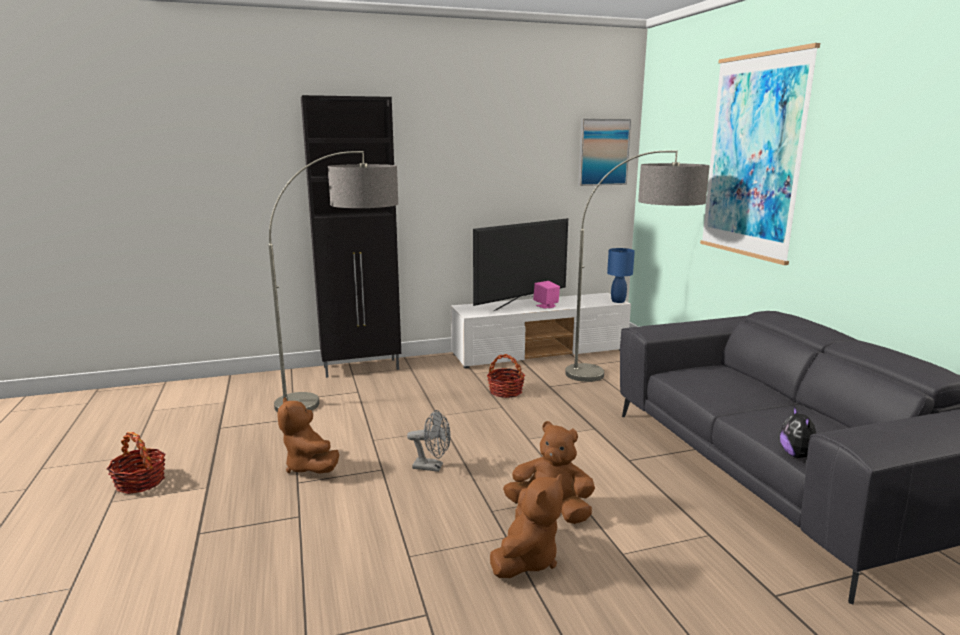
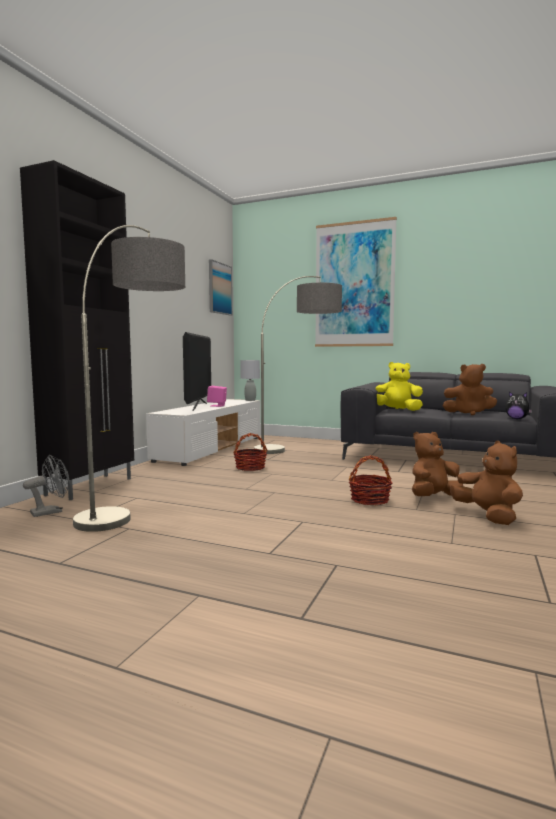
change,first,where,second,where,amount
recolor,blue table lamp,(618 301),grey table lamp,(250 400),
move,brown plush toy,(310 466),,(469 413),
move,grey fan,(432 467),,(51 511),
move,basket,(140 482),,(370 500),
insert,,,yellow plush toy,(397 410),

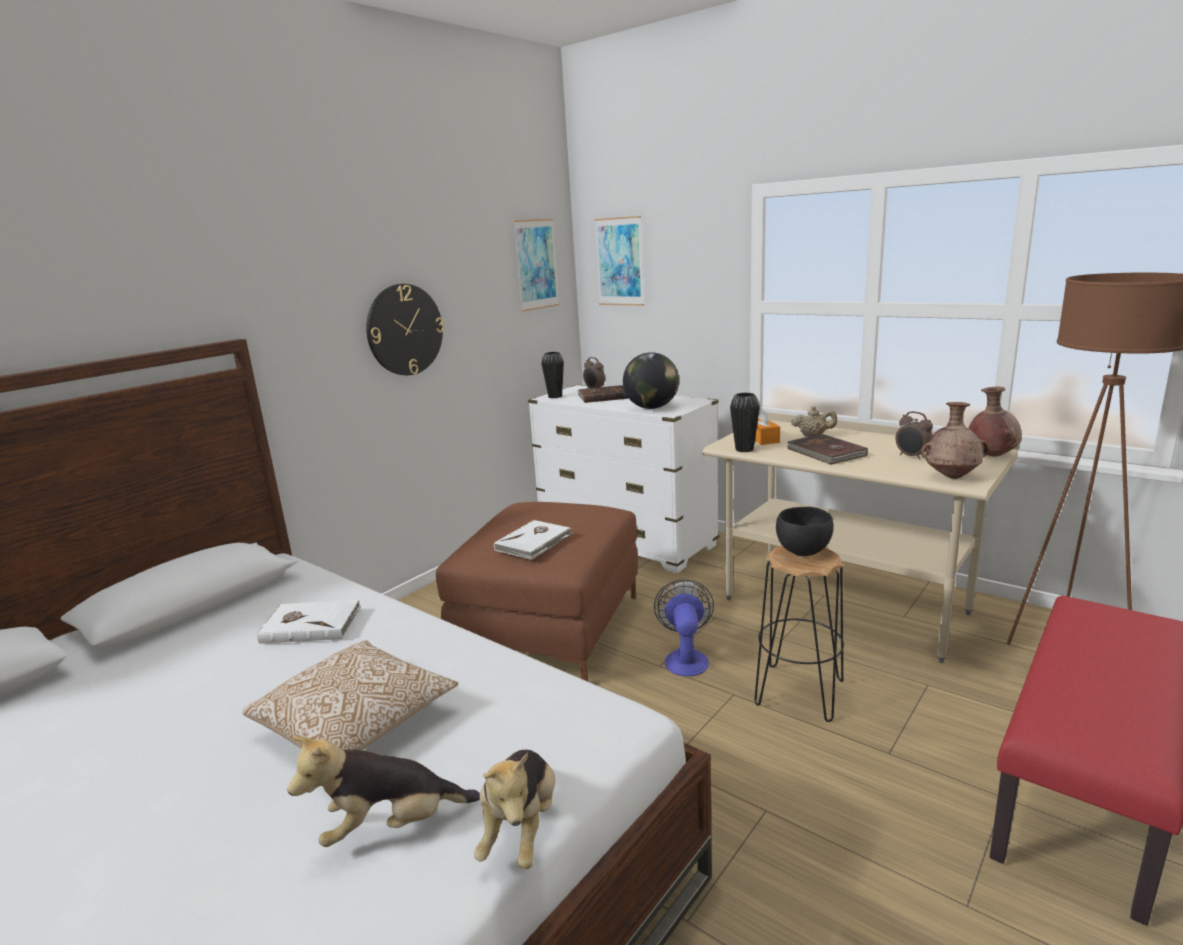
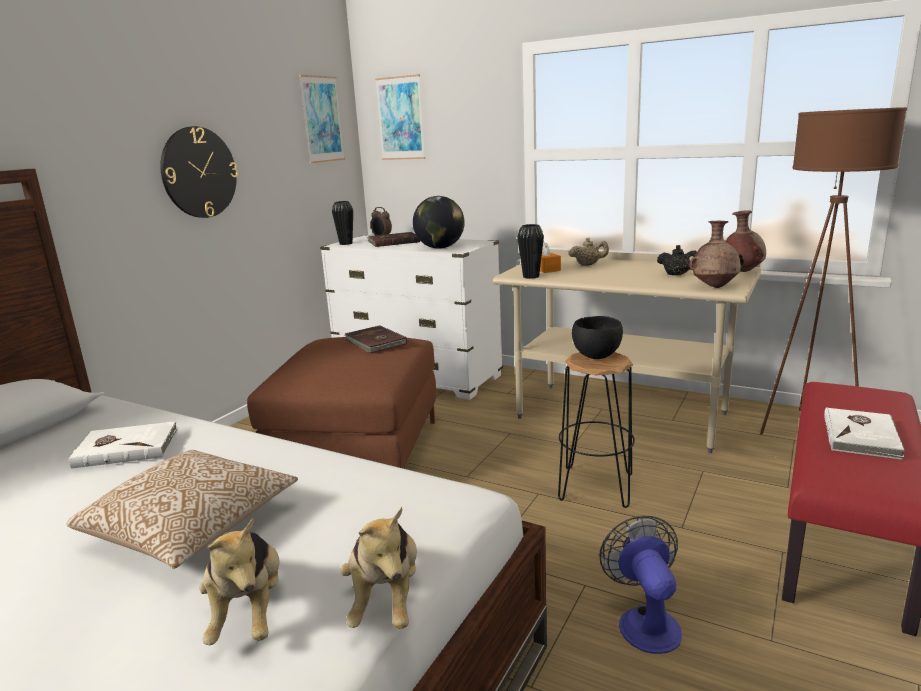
change,first,where,second,where,amount
replace,alarm clock,(912 457),black teapot,(677 275),
move,brown book,(825 453),,(375 342),
move,white book,(534 542),,(862 436),
move,fan,(685 658),,(645 621),
rotate,plush toy,(391 827),,(249 613),75 degrees counterclockwise

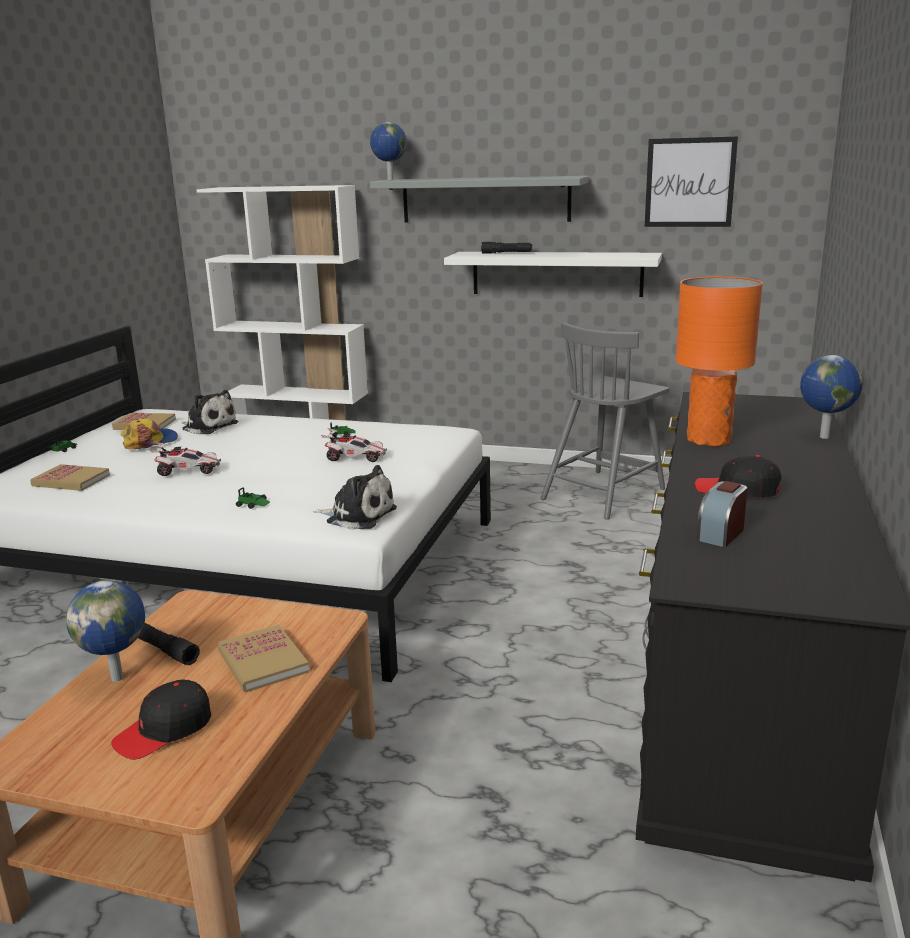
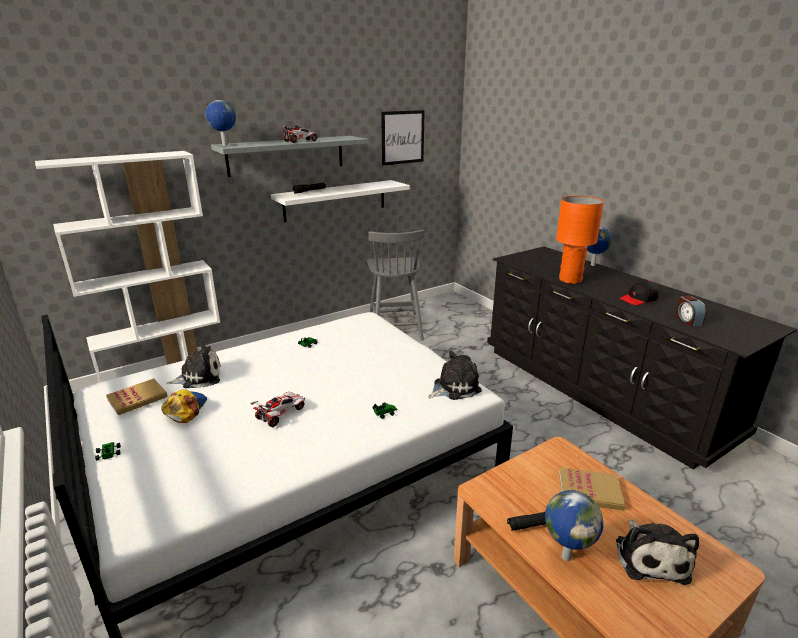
change,first,where,second,where,amount
move,toy car,(355 458),,(300 141),
delete,book,(71 480),,,
replace,black cap,(164 730),plush toy,(650 557),

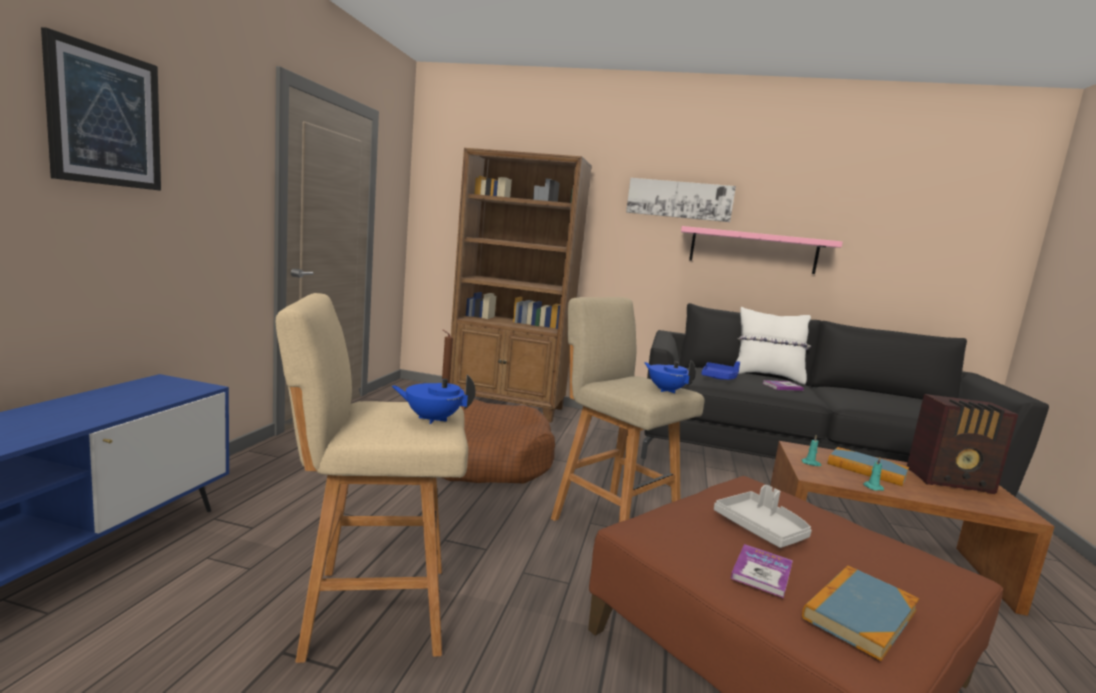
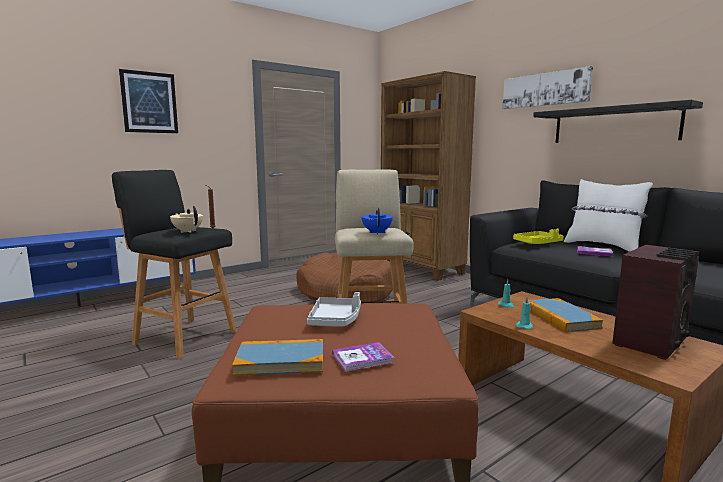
change,first,where,second,where,amount
recolor,pink shelf,(753 250),black shelf,(614 125),
recolor,beige stool,(371 610),black stool,(183 337),
recolor,blue tray,(719 378),yellow tray,(538 243),
recolor,blue teapot,(432 419),beige teapot,(188 231),
rotate,radio,(951 481),,(652 342),90 degrees counterclockwise
move,book,(761 572),,(362 358),

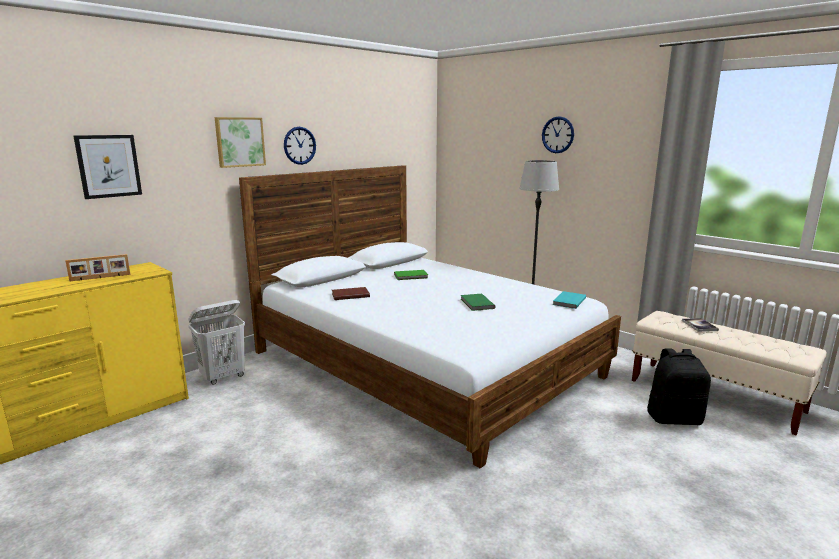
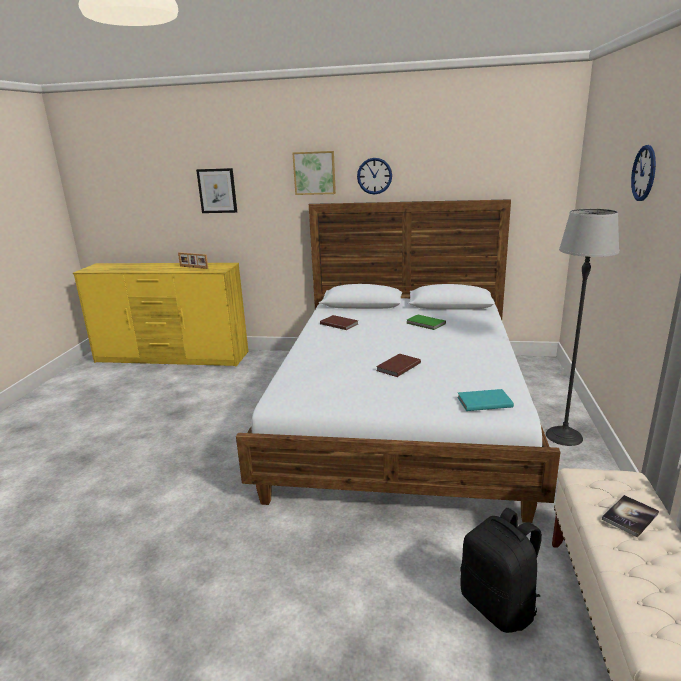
change,first,where,second,where,amount
recolor,green book,(476 304),brown book,(397 367),
delete,white laundry basket,(223 377),,,

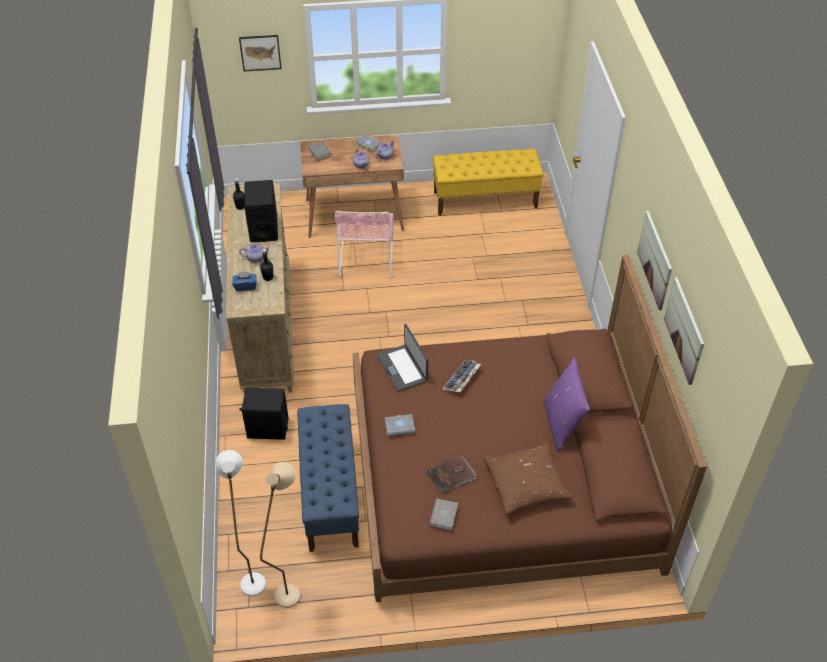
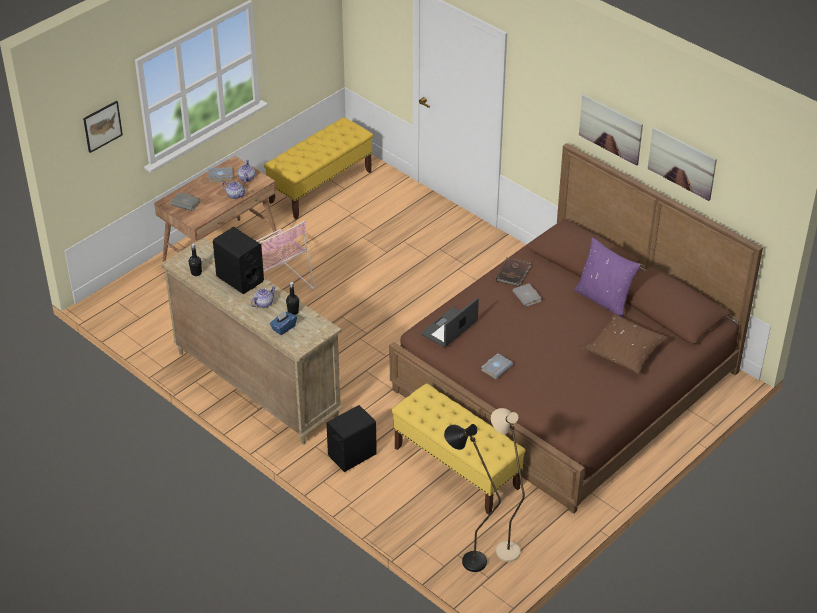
change,first,where,second,where,amount
rotate,laptop,(402 368),,(450 328),105 degrees clockwise
delete,keyboard,(462 380),,,
recolor,blue bench,(330 494),yellow bench,(457 468),
recolor,white floor lamp,(251 576),black floor lamp,(466 557),
move,brown book,(452 475),,(513 273),
move,grey book,(444 517),,(528 297),

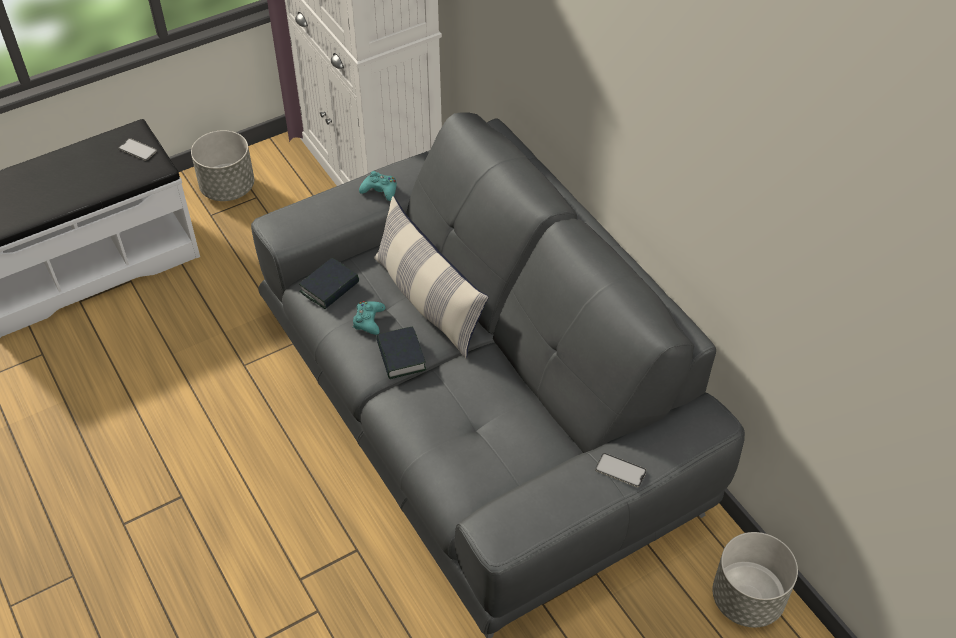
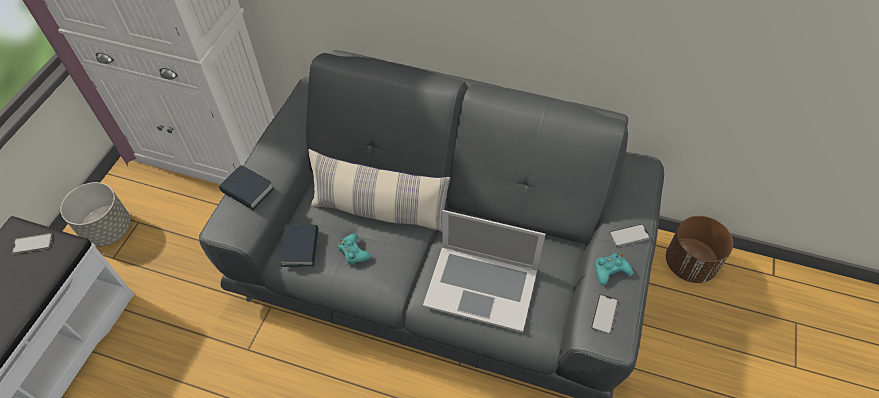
change,first,where,second,where,amount
move,turquoise game controller,(380 190),,(610 271),
move,book,(401 356),,(247 191),
recolor,grey planter,(747 599),brown planter,(690 264),
insert,,,laptop,(481 286),
insert,,,phone,(604 314),

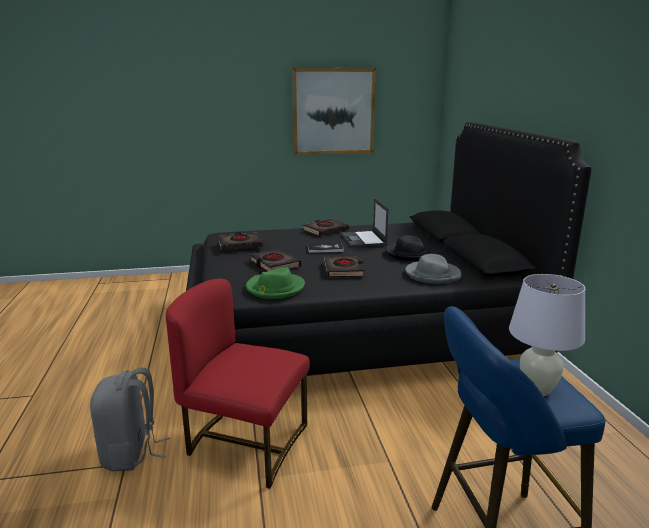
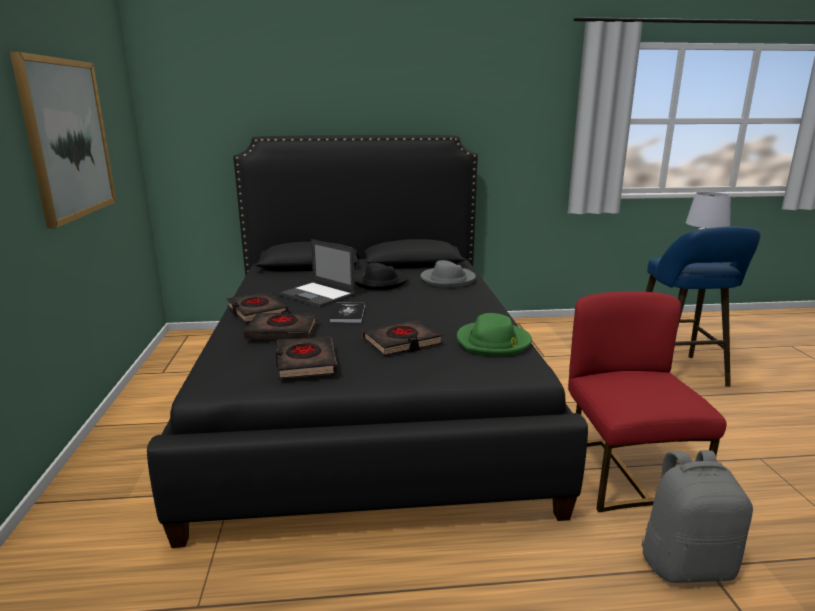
change,first,where,second,where,amount
rotate,laptop,(363 240),,(318 295),45 degrees clockwise
move,black book,(343 270),,(282 331),
rotate,red chair,(245 444),,(626 473),150 degrees clockwise

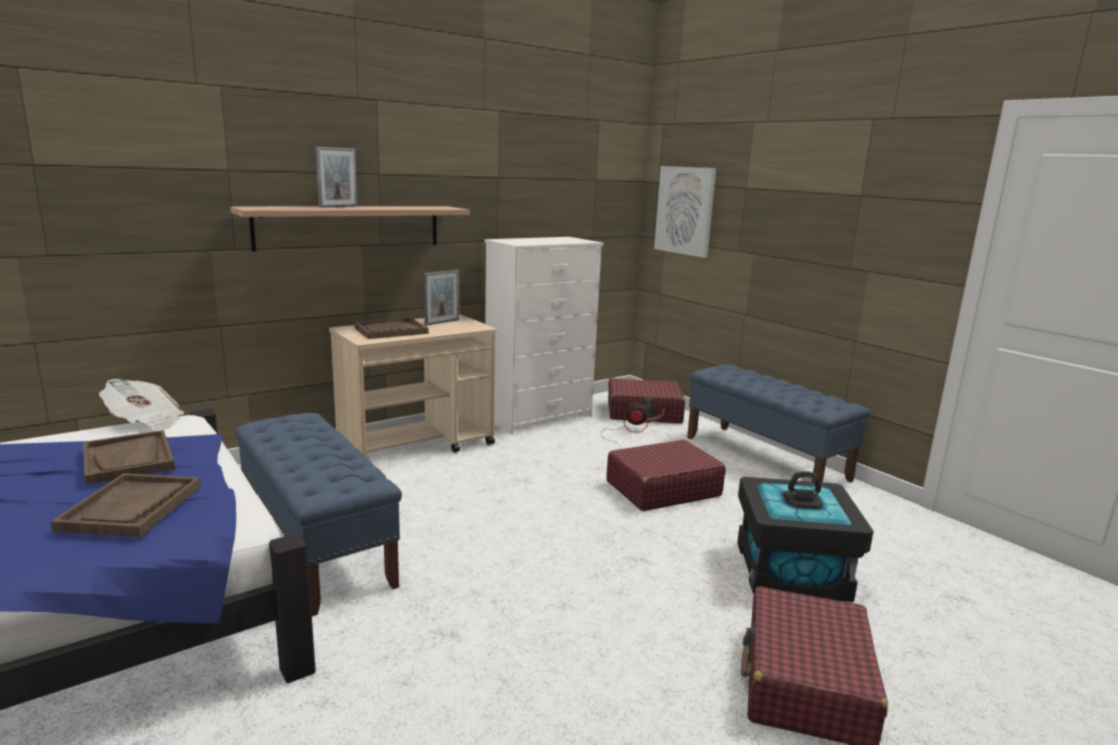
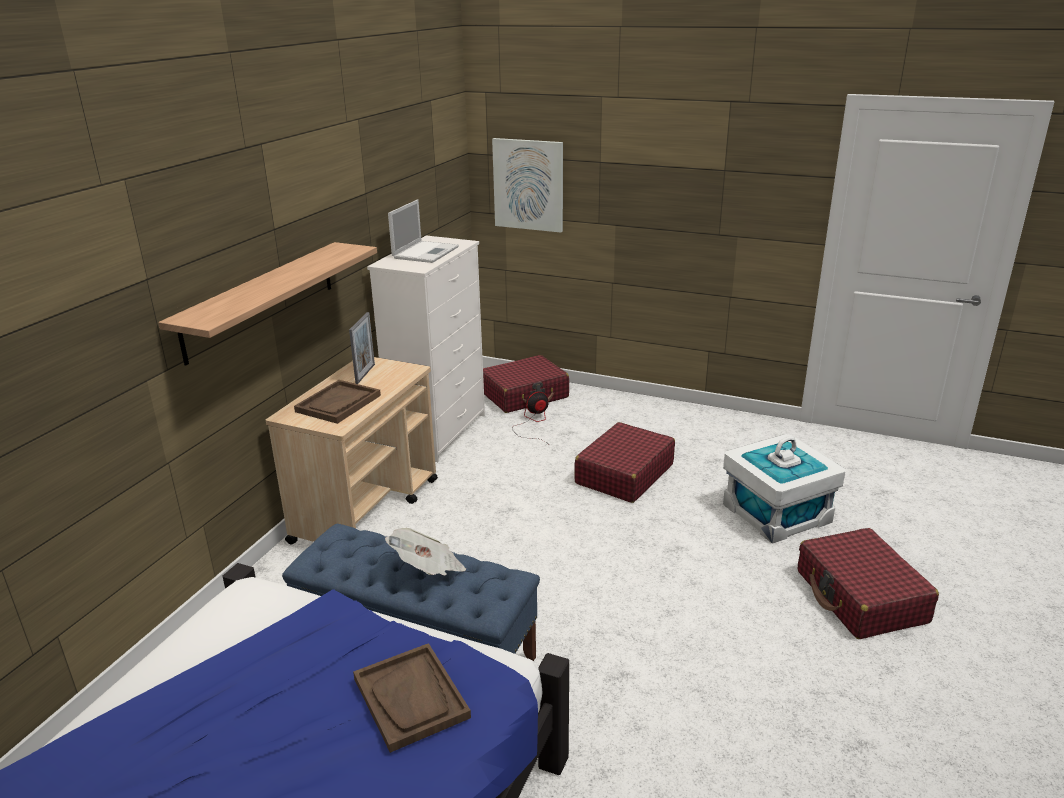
change,first,where,second,where,amount
delete,picture frame,(338 207),,,
delete,blue bench,(765 458),,,
move,newspaper,(145 422),,(428 569),
delete,brown tray,(128 459),,,
recolor,black storage box,(791 571),white storage box,(777 513),
insert,,,laptop,(426 252),

